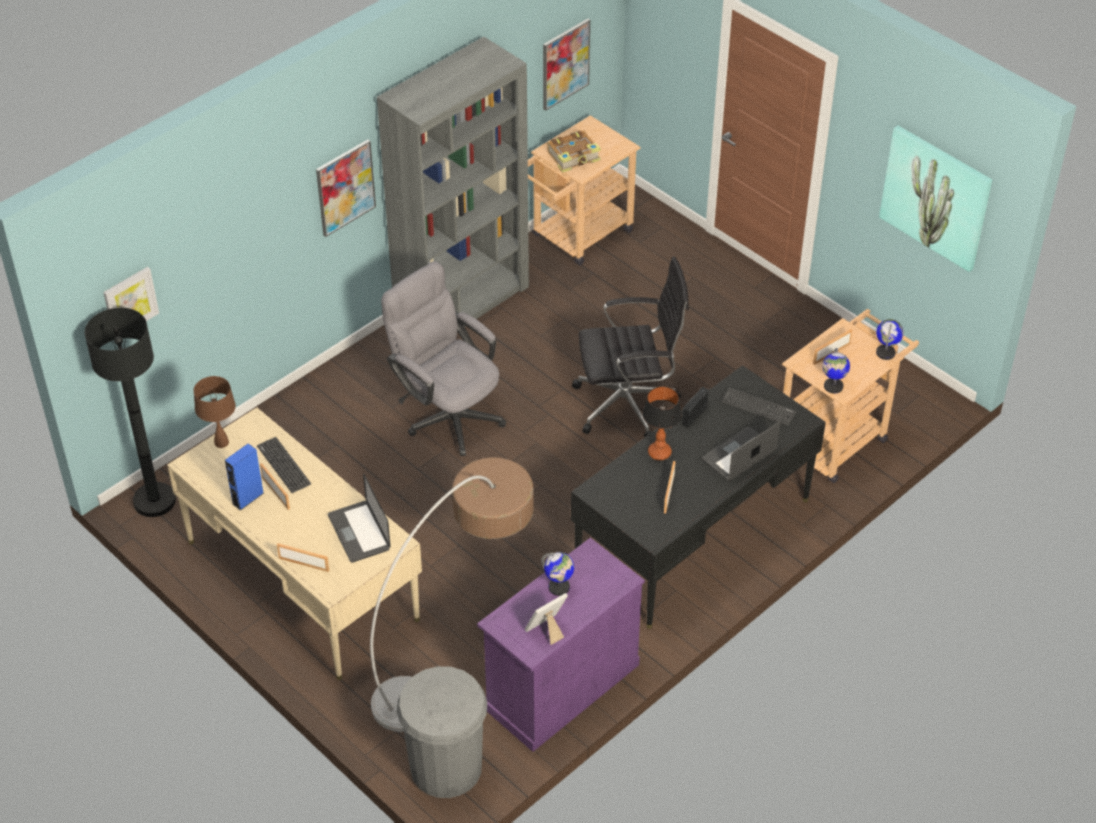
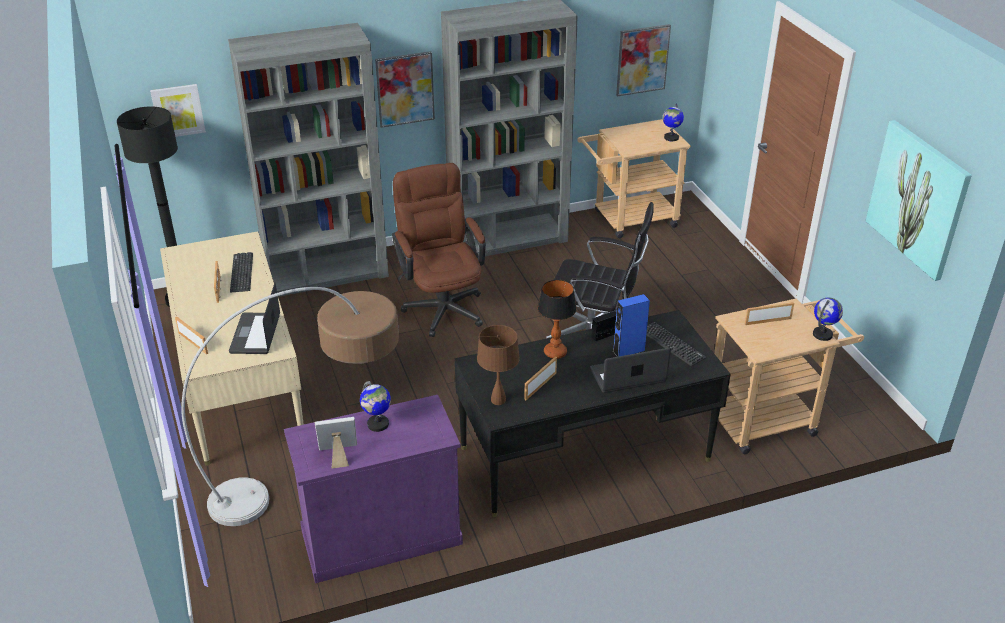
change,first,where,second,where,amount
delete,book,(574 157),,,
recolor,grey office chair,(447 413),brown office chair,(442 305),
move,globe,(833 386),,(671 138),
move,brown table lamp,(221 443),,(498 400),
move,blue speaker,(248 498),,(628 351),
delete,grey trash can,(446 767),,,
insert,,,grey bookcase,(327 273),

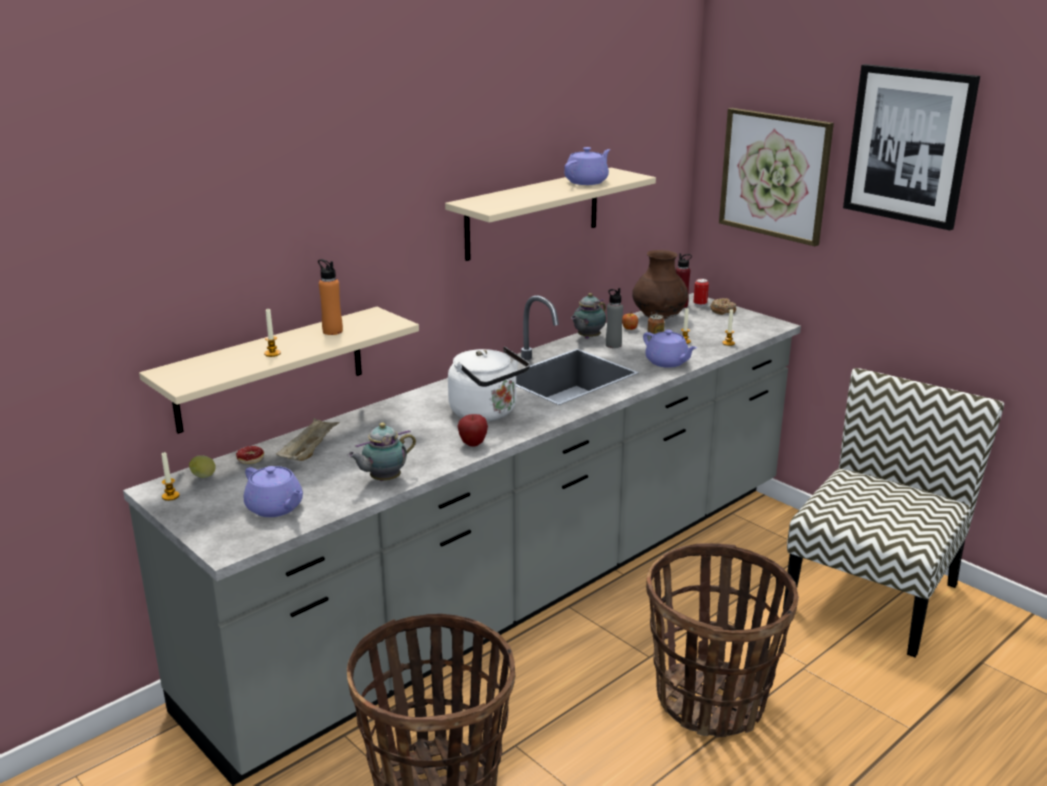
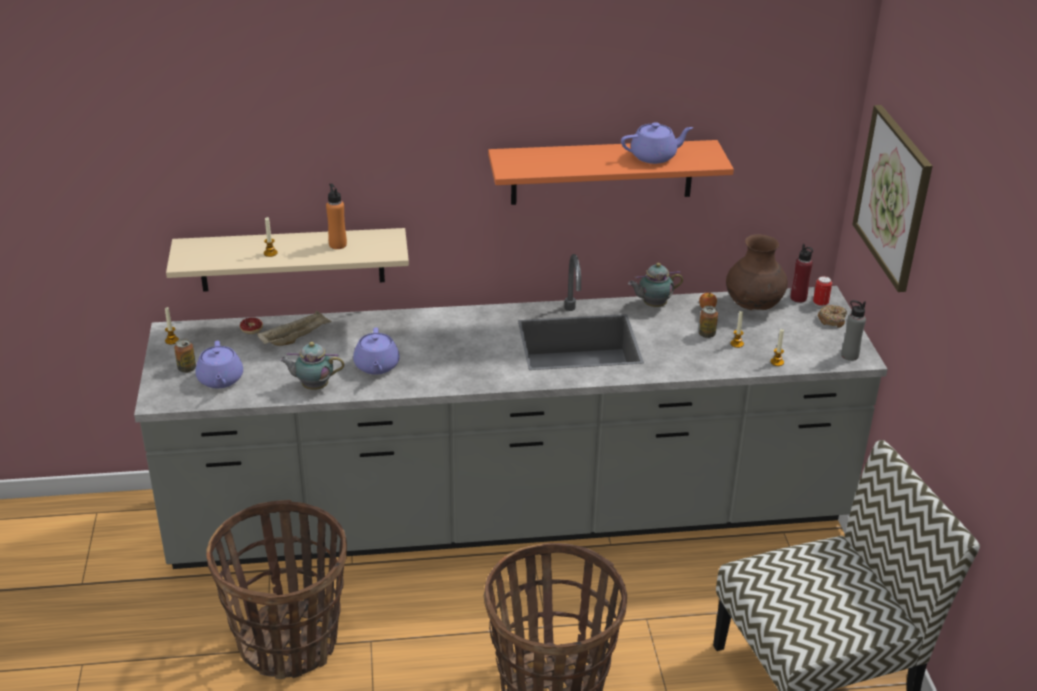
change,first,where,second,where,amount
delete,picture,(909 145),,,
recolor,beige shelf,(533 213),orange shelf,(602 172),
move,grey bottle,(613 345),,(849 355),
move,purple teapot,(667 362),,(376 366),
delete,white kettle,(487 413),,,
delete,apple,(473 444),,,
delete,lemon,(203 478),,,
insert,,,can,(187 368),

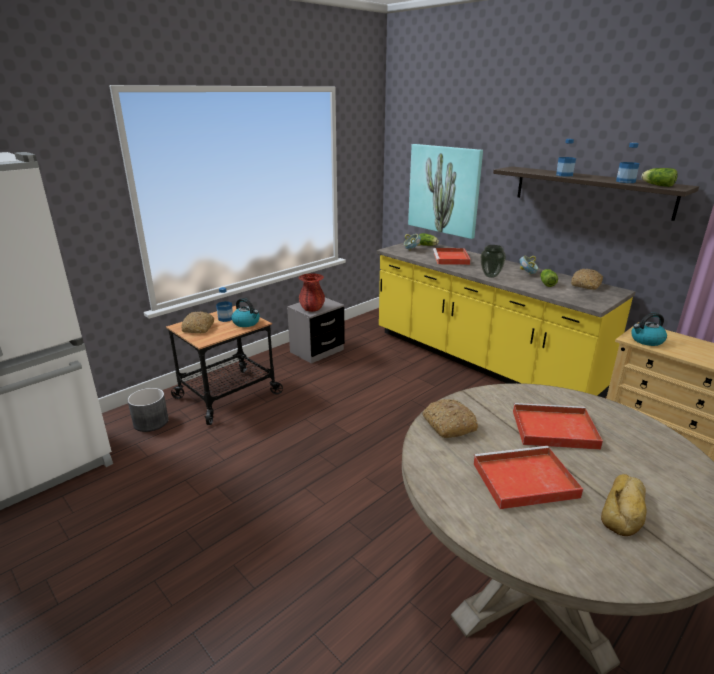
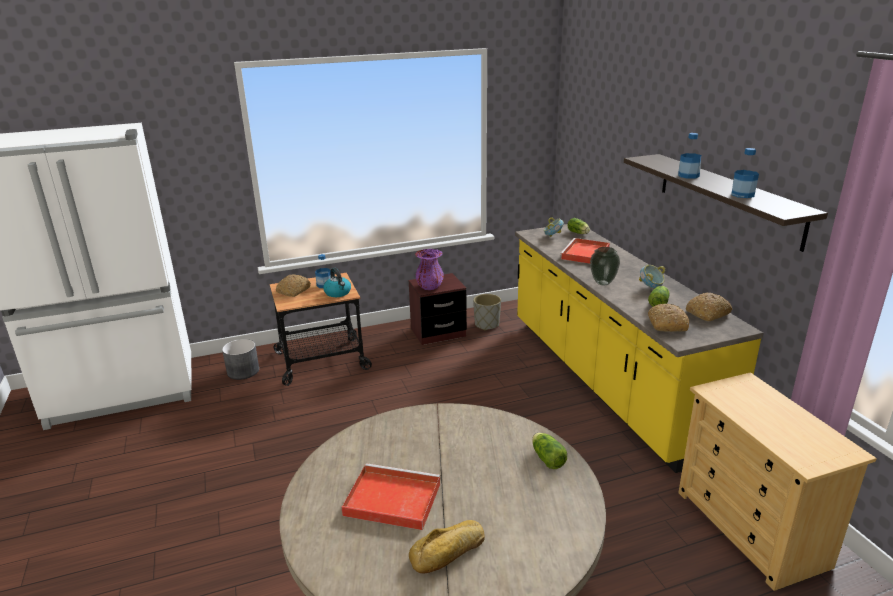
change,first,where,second,where,amount
delete,picture,(444 190),,,
move,lettuce,(656 185),,(547 458),
recolor,red vase,(312 308),purple vase,(430 287),
recolor,grey nightstand,(317 351),brown nightstand,(438 332),
delete,kettle,(646 340),,,
move,bread,(448 425),,(666 324),
delete,red tray,(552 429),,,
insert,,,grey planter,(487 325),

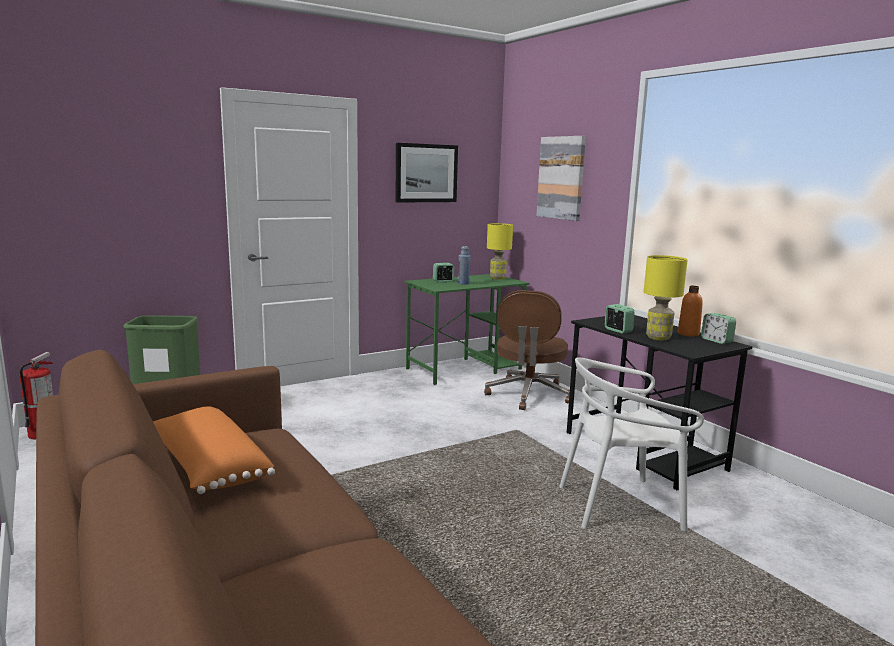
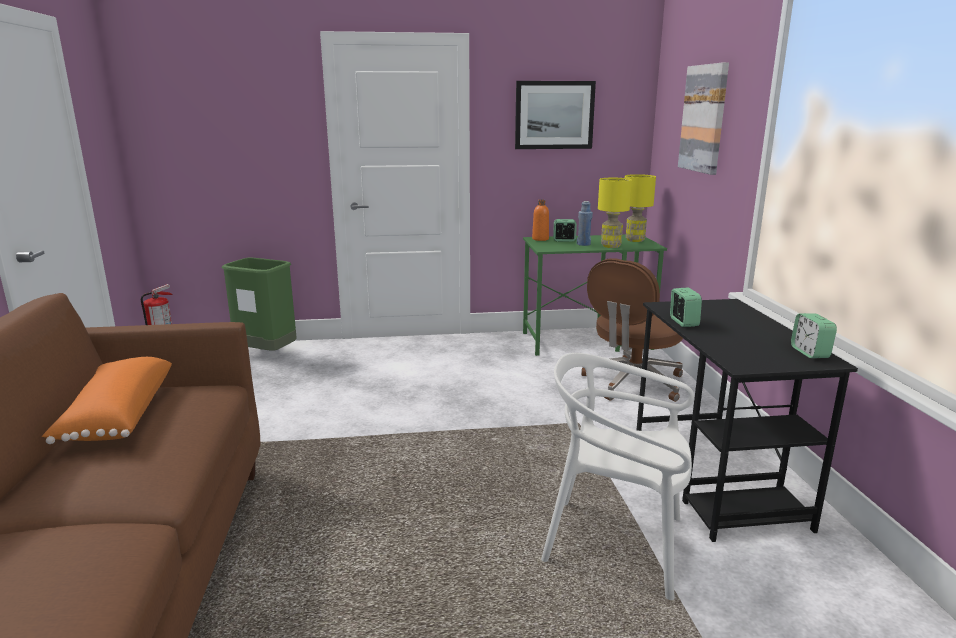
change,first,where,second,where,amount
move,yellow table lamp,(658 338),,(611 246),
move,orange bottle,(688 334),,(540 239),

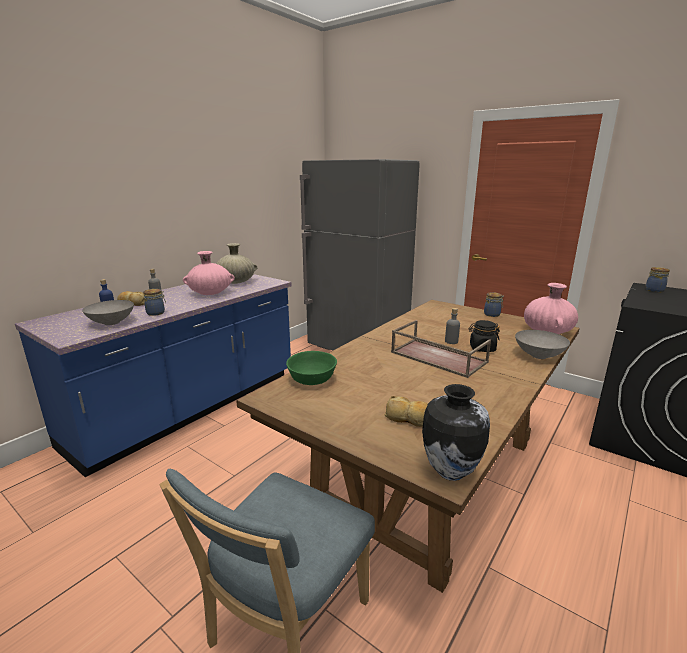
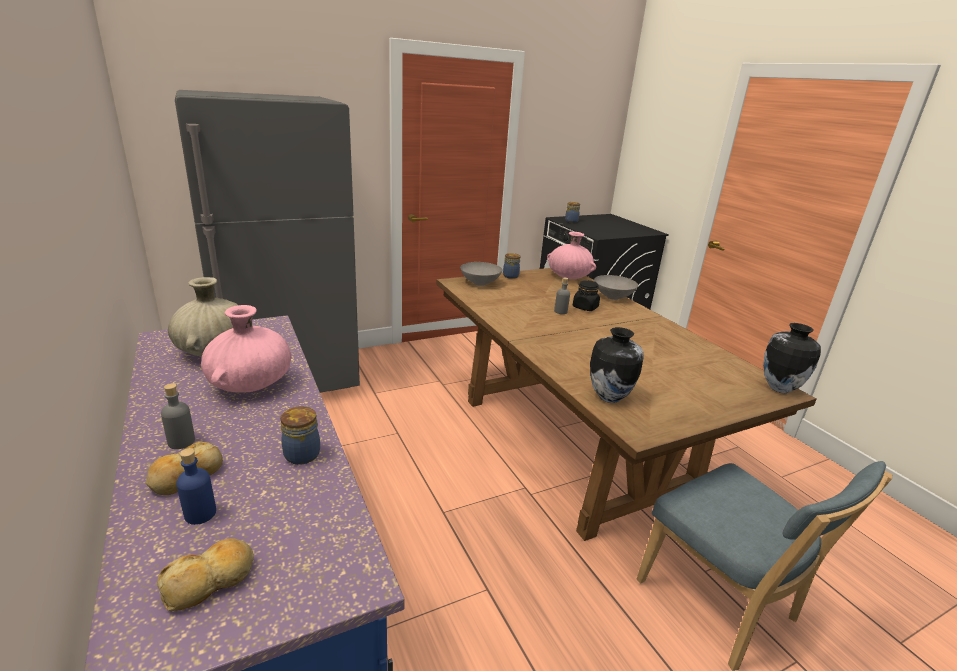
change,first,where,second,where,amount
move,grey bowl,(111 323),,(480 283),
delete,brown tray,(437 357),,,
replace,green bowl,(312 380),vase,(609 397),
move,bread,(409 418),,(210 581),

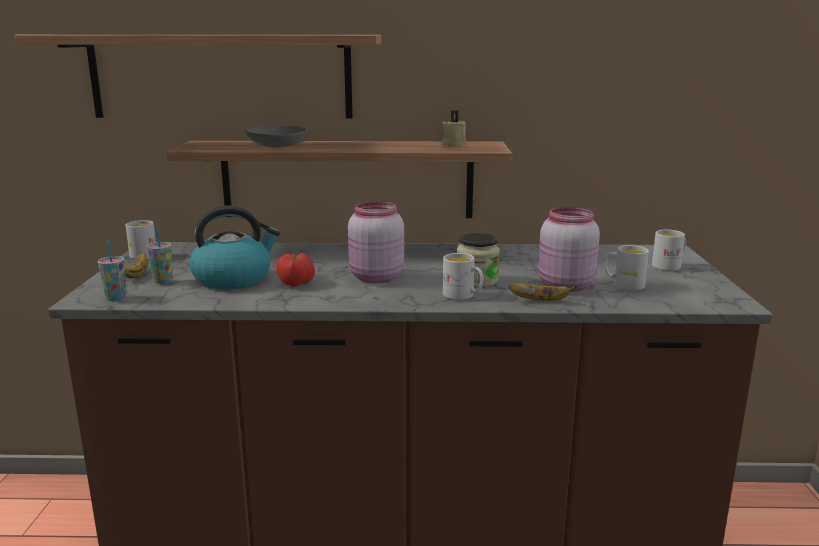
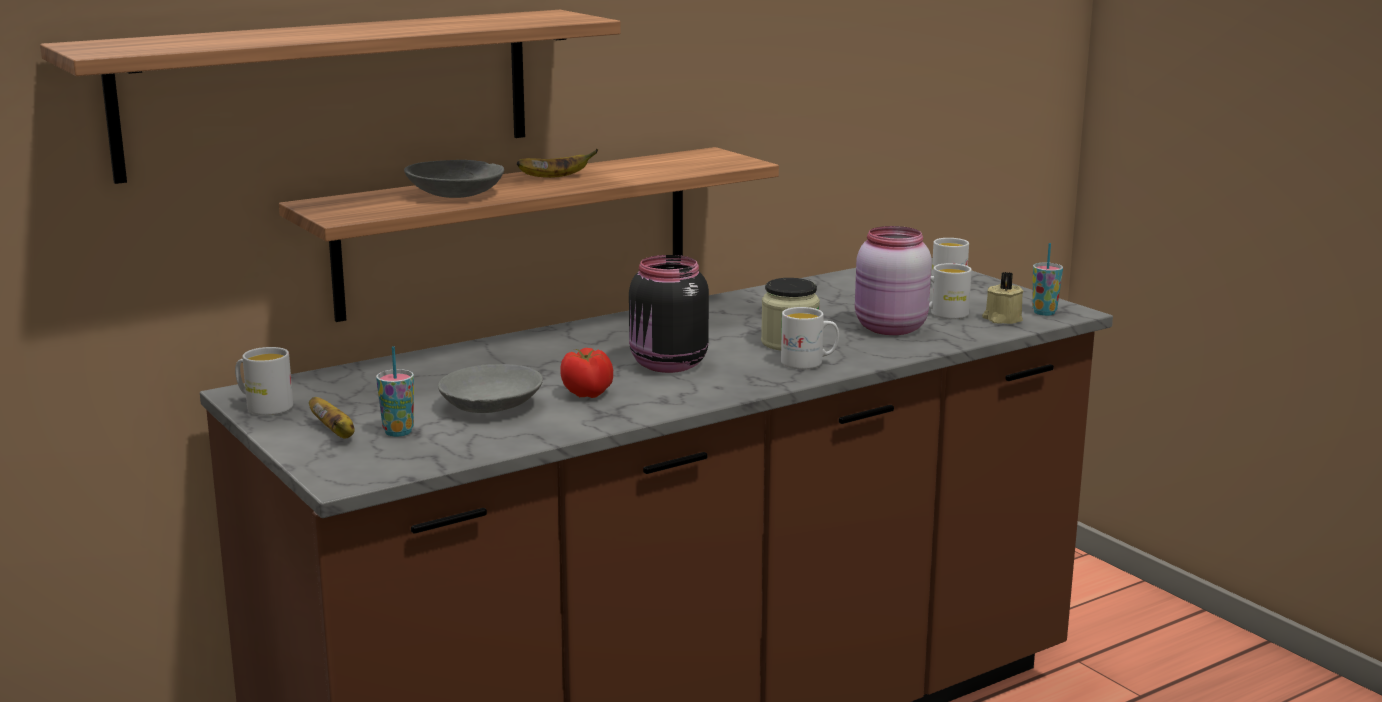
change,first,where,second,where,amount
move,beige candle,(453 145),,(1001 319),
recolor,pink jar,(375 278),black jar,(667 365),
replace,kettle,(233 278),grey bowl,(489 406),
move,cup,(116 298),,(1044 312),
move,banana,(540 301),,(554 178),

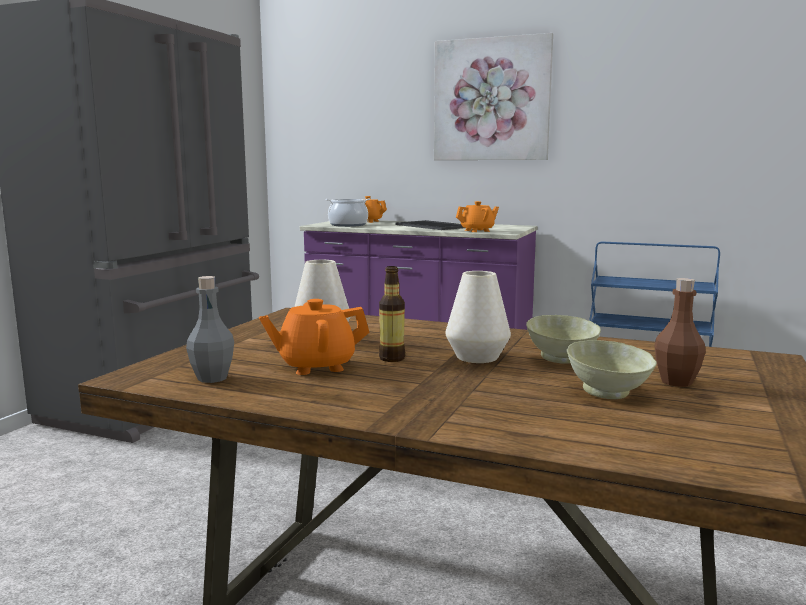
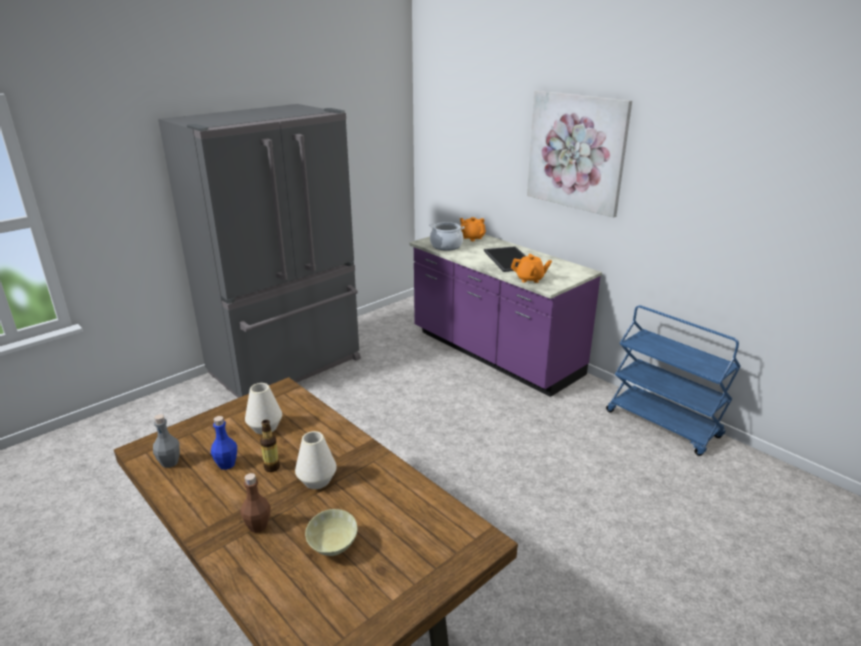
change,first,where,second,where,amount
move,brown bottle,(676 382),,(258 526),
replace,orange teapot,(316 366),blue bottle,(227 464),
delete,beige bowl,(560 359),,,

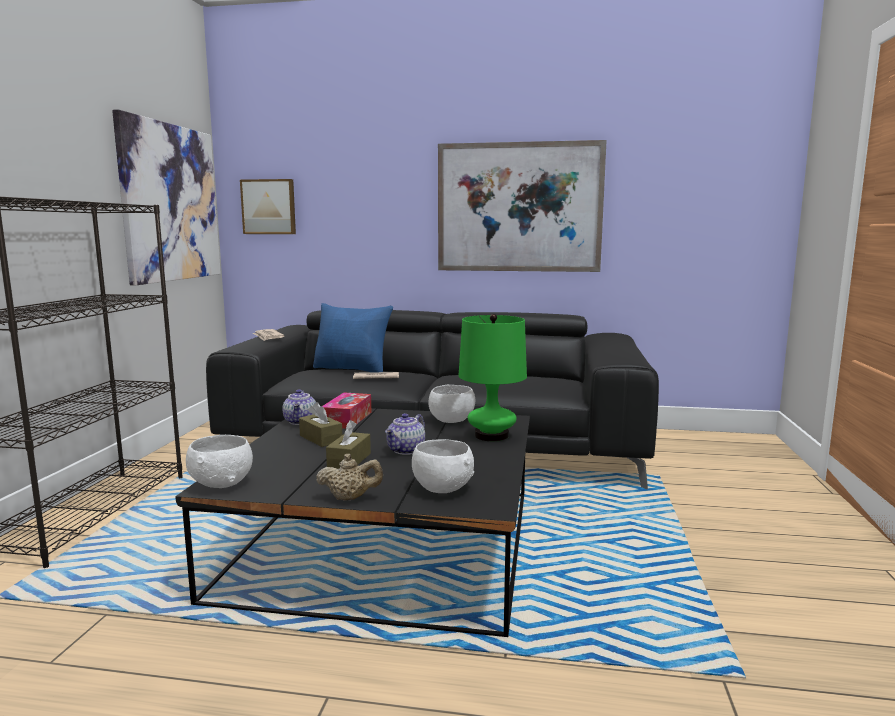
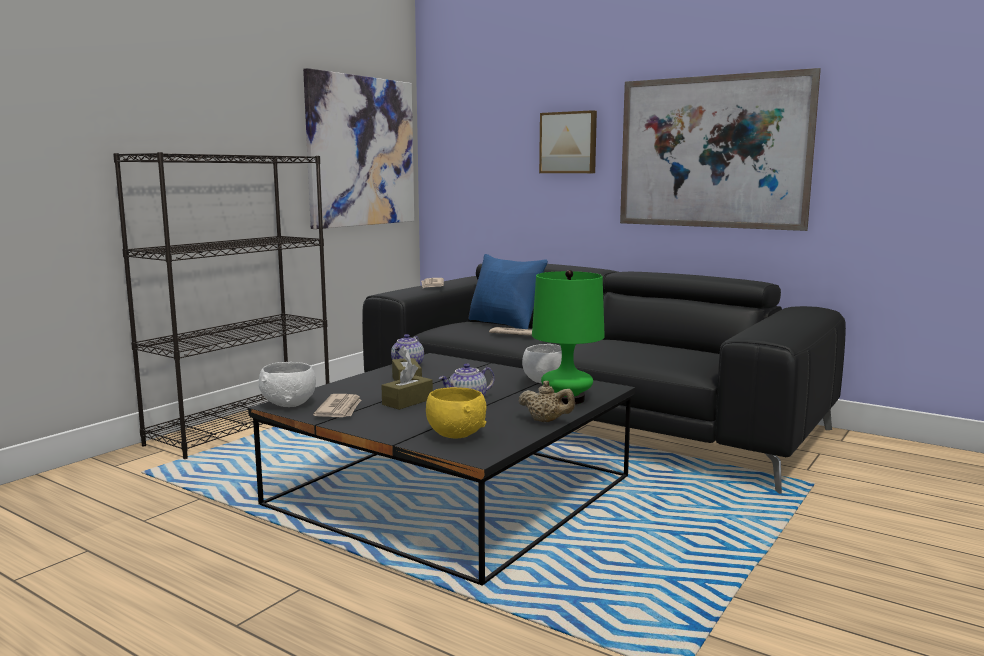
change,first,where,second,where,amount
move,picture,(269 207),,(569 142),
delete,tissue box,(347 419),,,
recolor,white bowl,(442 488),yellow bowl,(456 434),
move,beige teapot,(350 498),,(546 421),
insert,,,newspaper,(340 409),

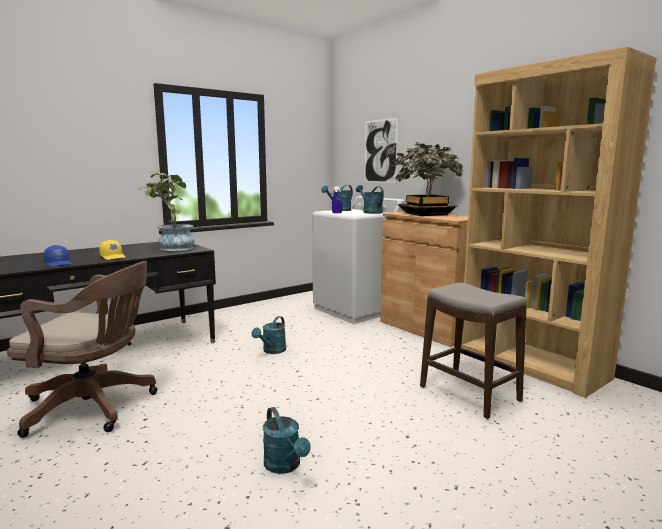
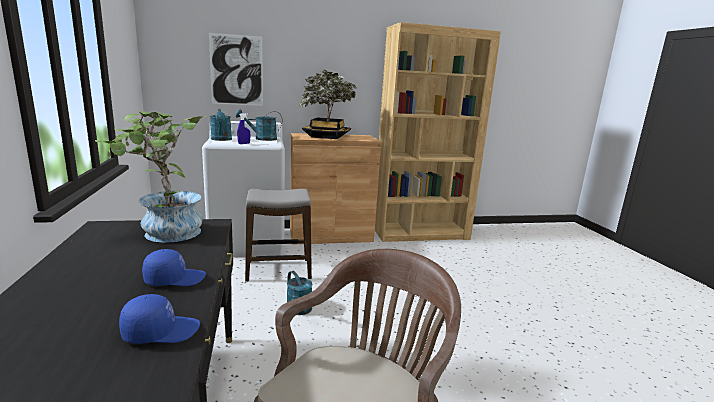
change,first,where,second,where,amount
recolor,yellow cap,(113 257),blue cap,(175 278),
move,stool,(469 393),,(278 270),
delete,turquoise watering can,(285 466),,,

